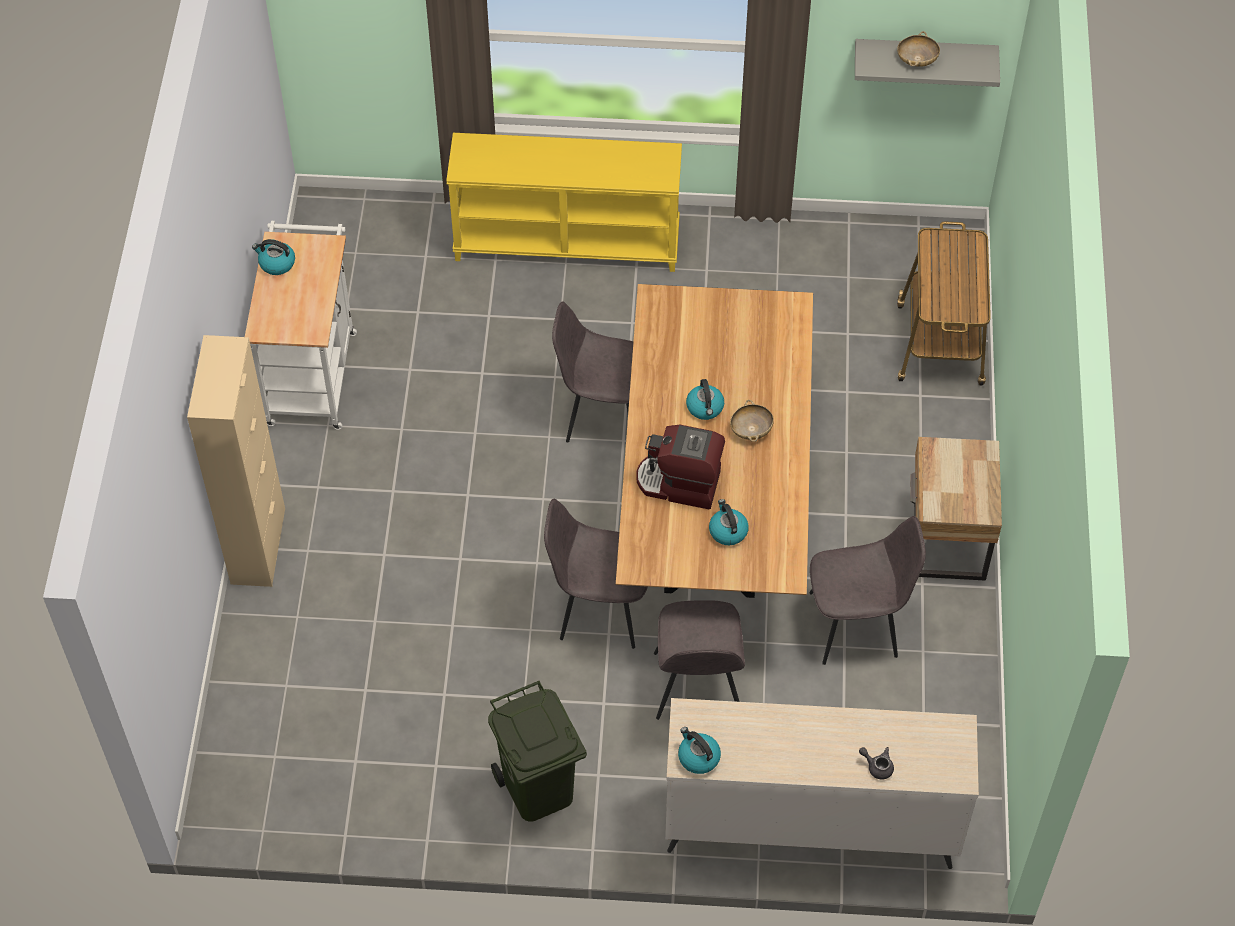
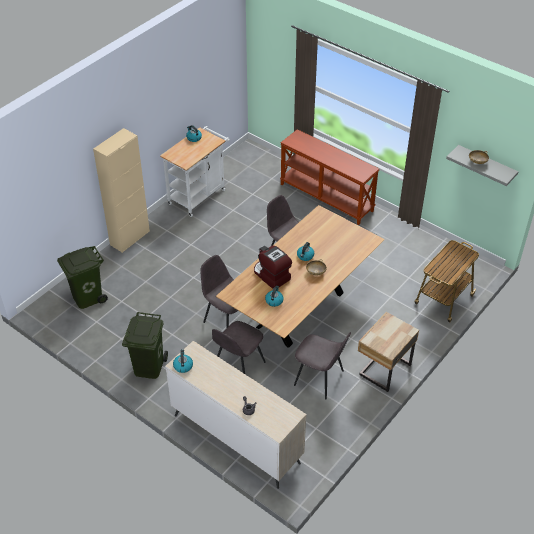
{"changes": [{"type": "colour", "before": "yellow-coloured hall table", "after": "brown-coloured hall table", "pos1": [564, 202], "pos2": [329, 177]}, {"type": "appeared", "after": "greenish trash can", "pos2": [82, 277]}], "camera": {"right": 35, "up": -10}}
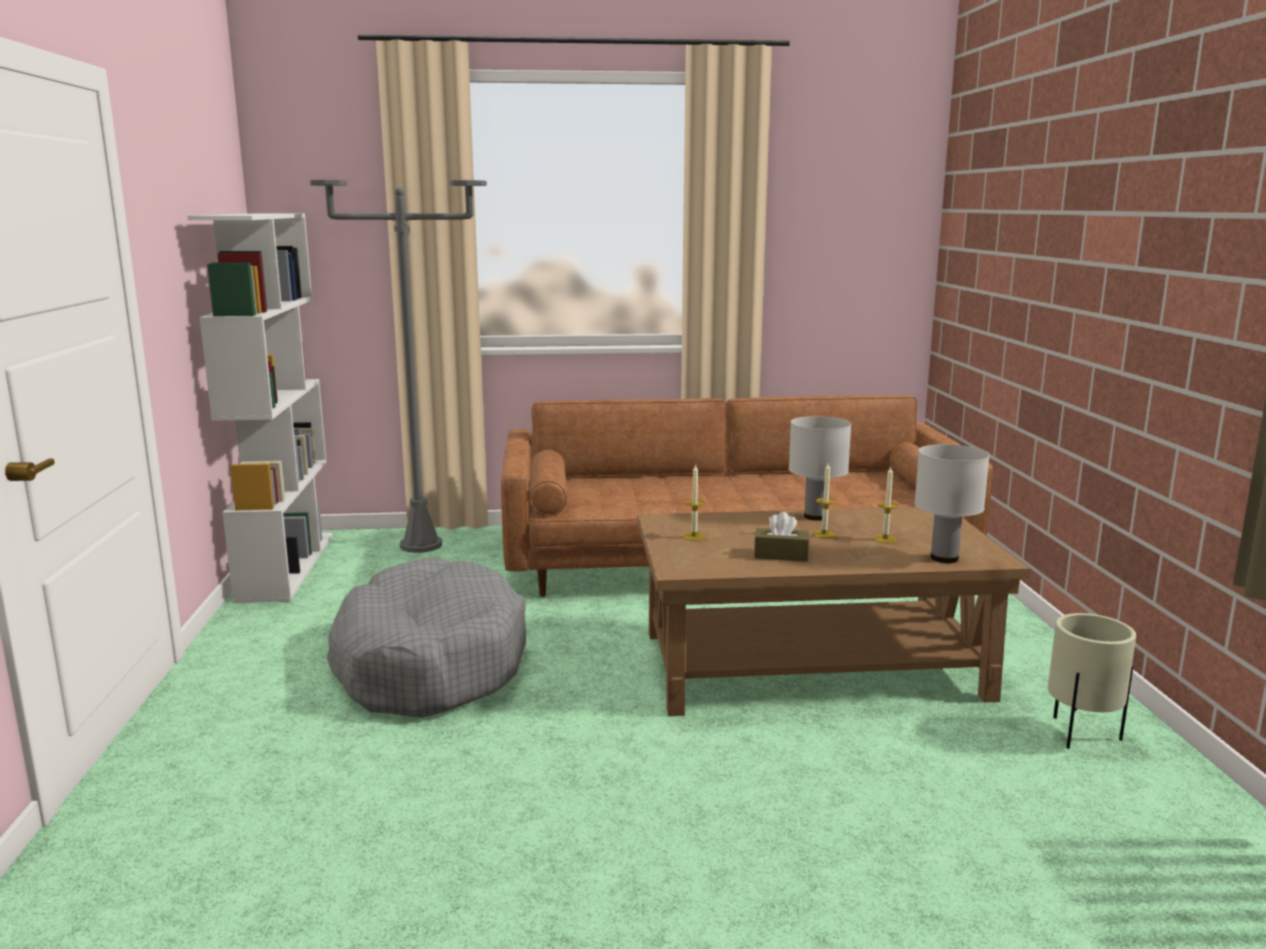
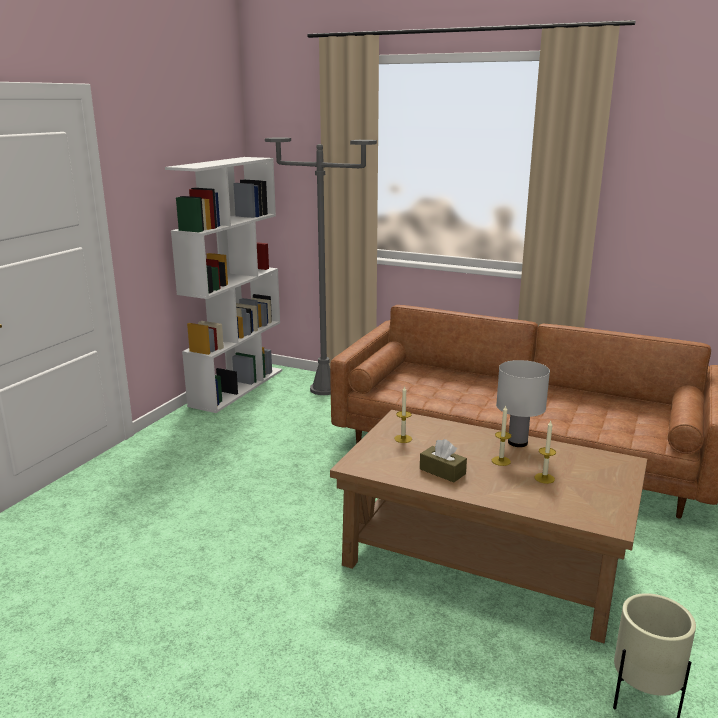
{"changes": [{"type": "missing", "before": "grey pet bed", "pos1": [426, 638]}, {"type": "missing", "before": "whitish lamp for a table", "pos1": [952, 503]}], "camera": {"right": 30, "up": 5}}
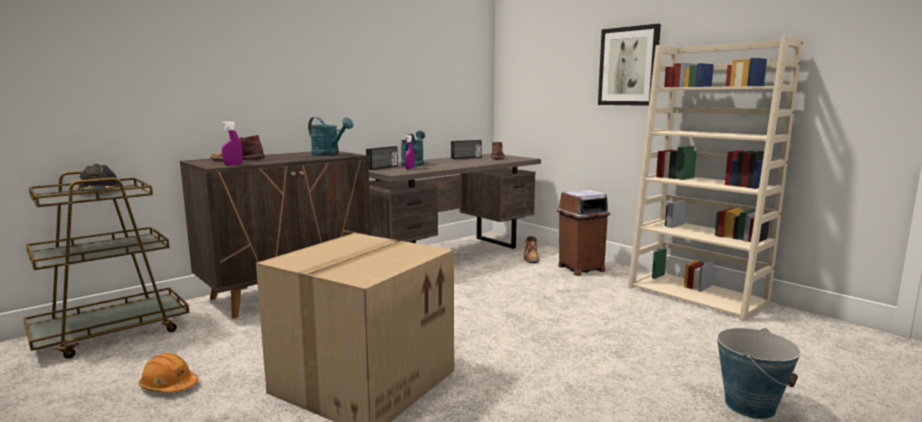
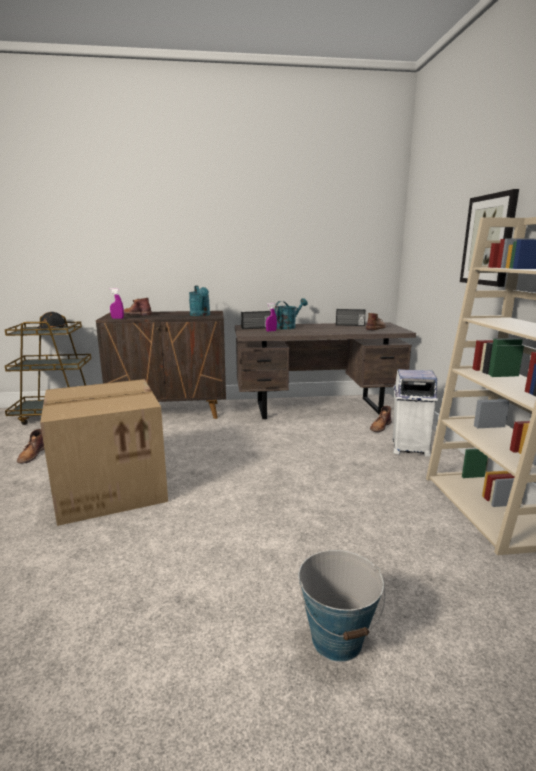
{"changes": [{"type": "exchanged", "before": "orange-coloured safety helmet", "after": "brown-coloured tall boot", "pos1": [169, 373], "pos2": [30, 446]}, {"type": "colour", "before": "brown-coloured trash can", "after": "whitish trash can", "pos1": [583, 232], "pos2": [415, 413]}], "camera": {"right": 35, "up": 5}}
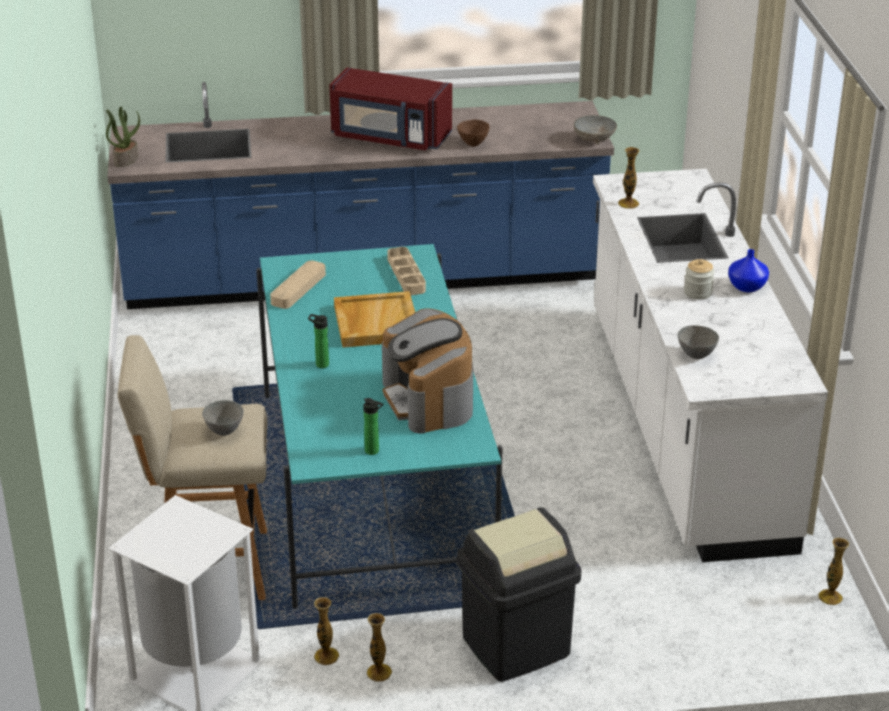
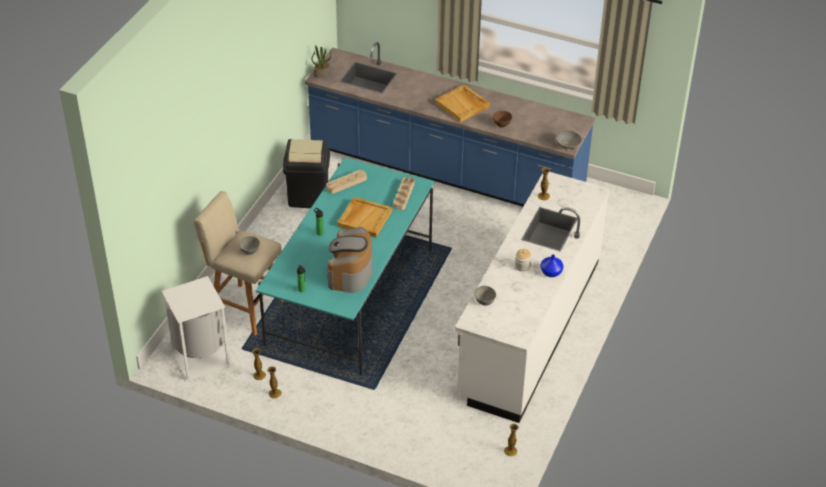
{"changes": [{"type": "exchanged", "before": "red kitchen microwave", "after": "beige carrying tray", "pos1": [390, 109], "pos2": [462, 103]}, {"type": "relocated", "before": "black-coloured trash can", "pos1": [519, 594], "pos2": [306, 173]}], "camera": {"right": 30, "up": 10}}
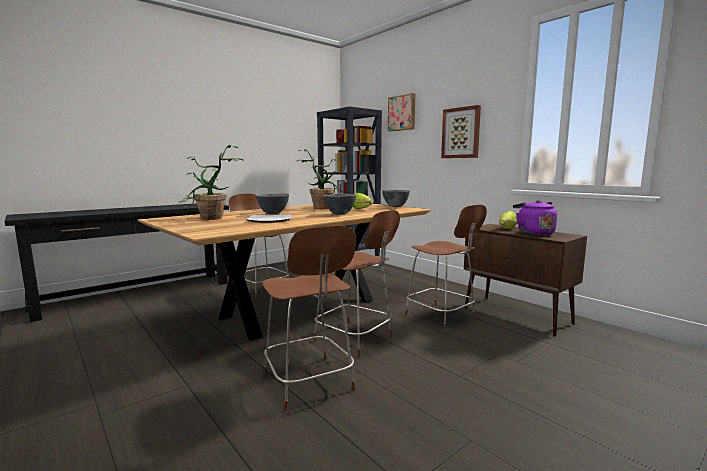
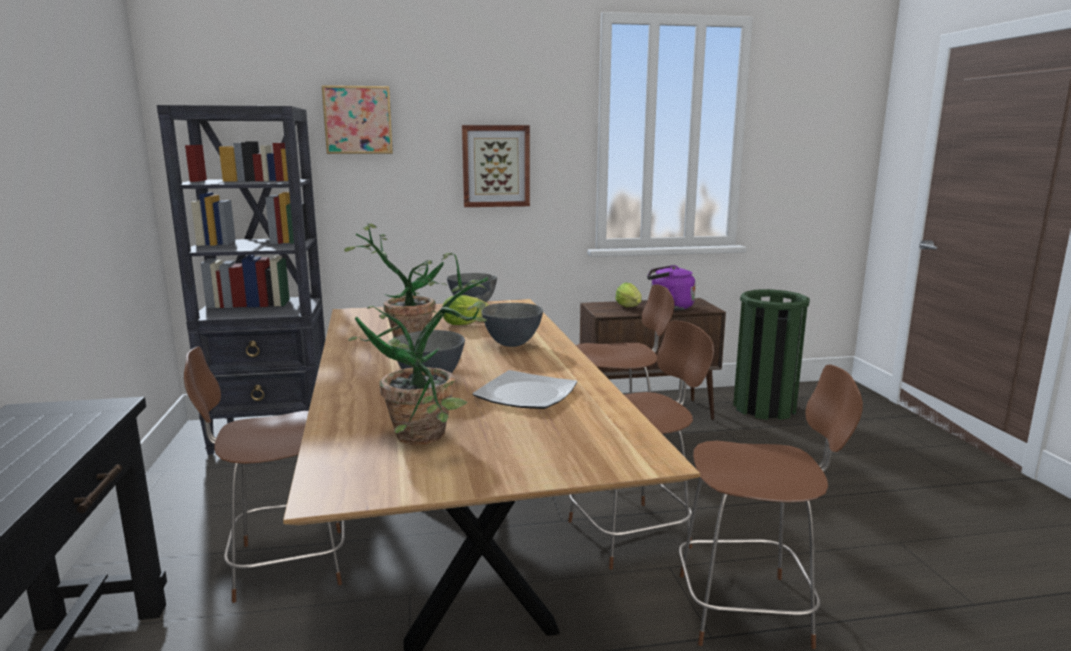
{"changes": [{"type": "appeared", "after": "greenish trash can", "pos2": [771, 354]}], "camera": {"right": -60, "up": 5}}
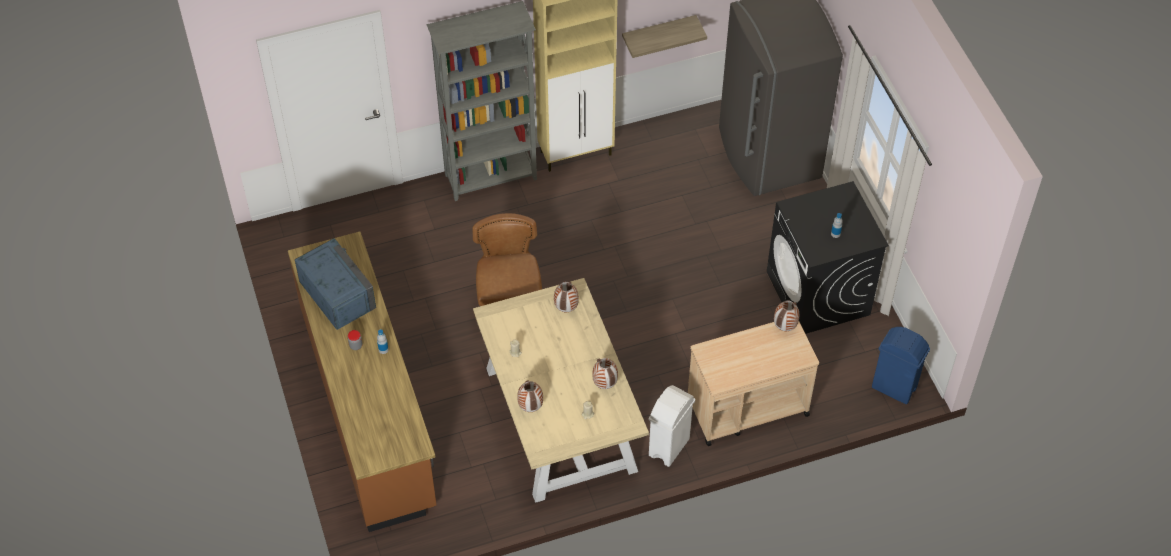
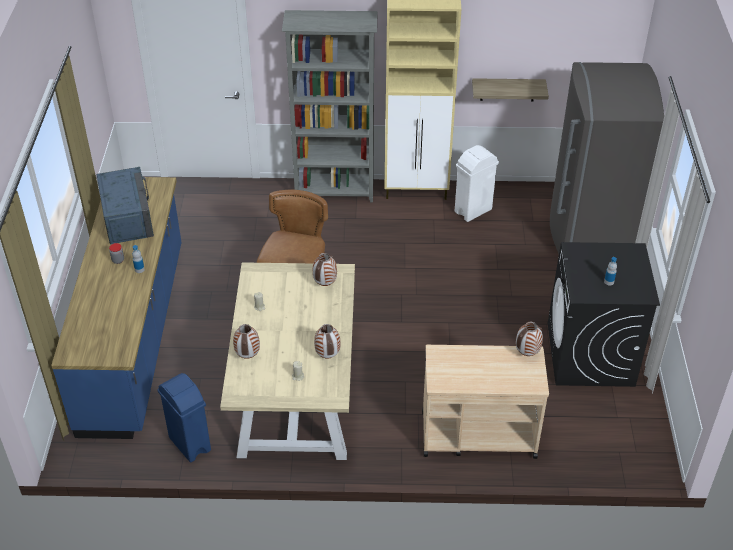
{"changes": [{"type": "colour", "before": "brown-coloured kitchen base unit", "after": "bluish kitchen base unit", "pos1": [362, 382], "pos2": [116, 308]}, {"type": "relocated", "before": "whitish trash can", "pos1": [672, 426], "pos2": [477, 183]}, {"type": "relocated", "before": "bluish trash can", "pos1": [901, 365], "pos2": [184, 418]}], "camera": {"right": 20, "up": -10}}
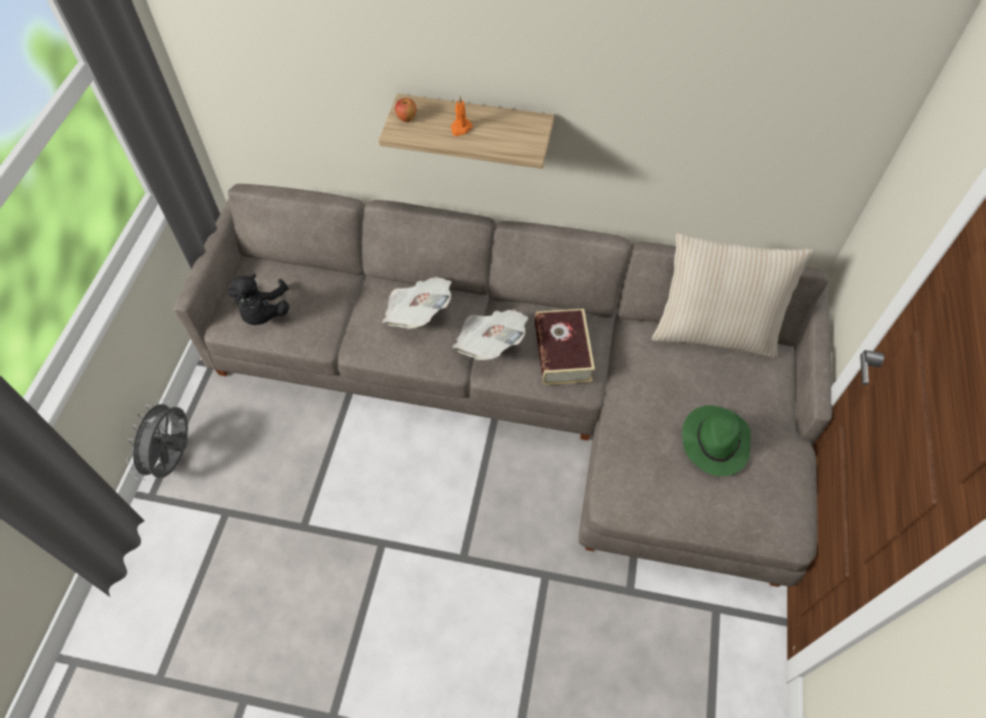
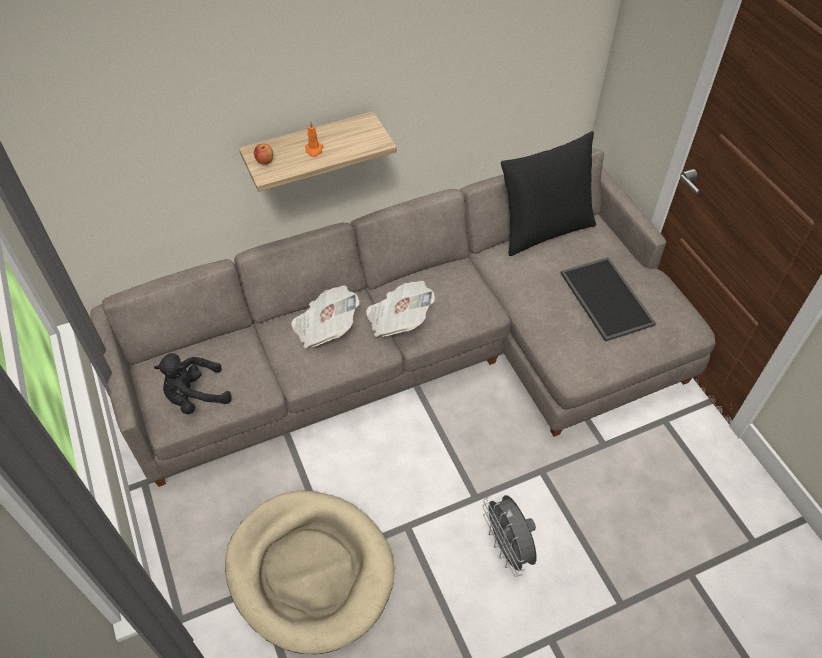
{"changes": [{"type": "relocated", "before": "grey fan", "pos1": [157, 439], "pos2": [510, 536]}, {"type": "spun", "before": "black-coloured soft toy", "pos1": [258, 299], "pos2": [193, 383], "turn": 105}, {"type": "missing", "before": "book", "pos1": [565, 347]}, {"type": "colour", "before": "beige cushion", "after": "black-coloured cushion", "pos1": [732, 295], "pos2": [548, 193]}, {"type": "exchanged", "before": "greenish clothing hat", "after": "carrying tray", "pos1": [716, 440], "pos2": [608, 299]}, {"type": "appeared", "after": "beige pet bed", "pos2": [310, 572]}], "camera": {"right": -35, "up": -5}}
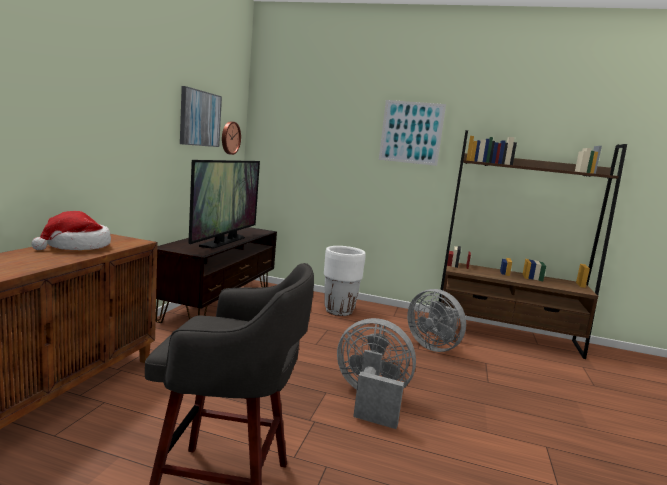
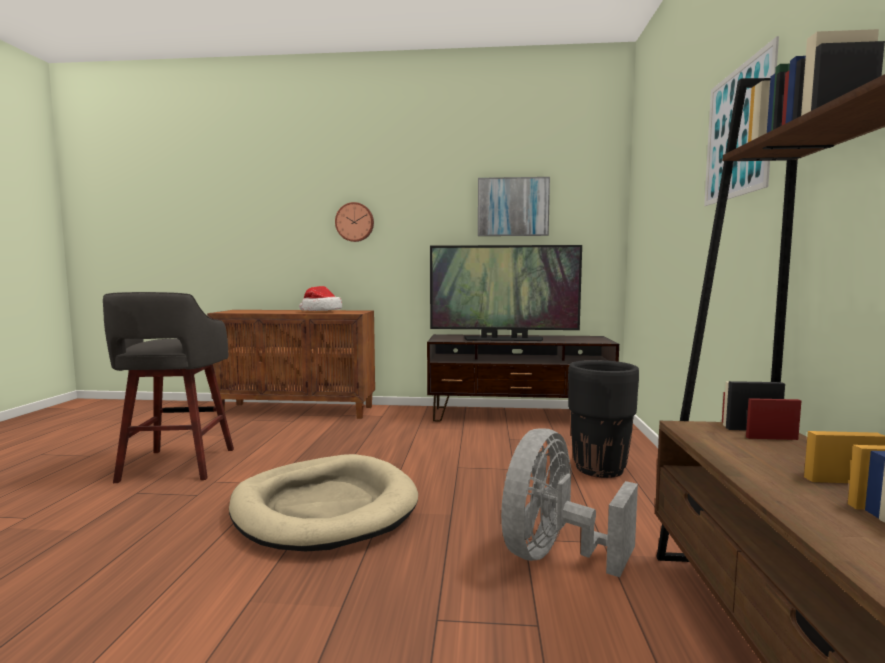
{"changes": [{"type": "relocated", "before": "wall clock", "pos1": [231, 138], "pos2": [354, 222]}, {"type": "colour", "before": "whitish flower pot", "after": "black-coloured flower pot", "pos1": [345, 281], "pos2": [603, 419]}, {"type": "exchanged", "before": "grey fan", "after": "beige pet bed", "pos1": [376, 373], "pos2": [323, 502]}], "camera": {"right": 80, "up": -5}}
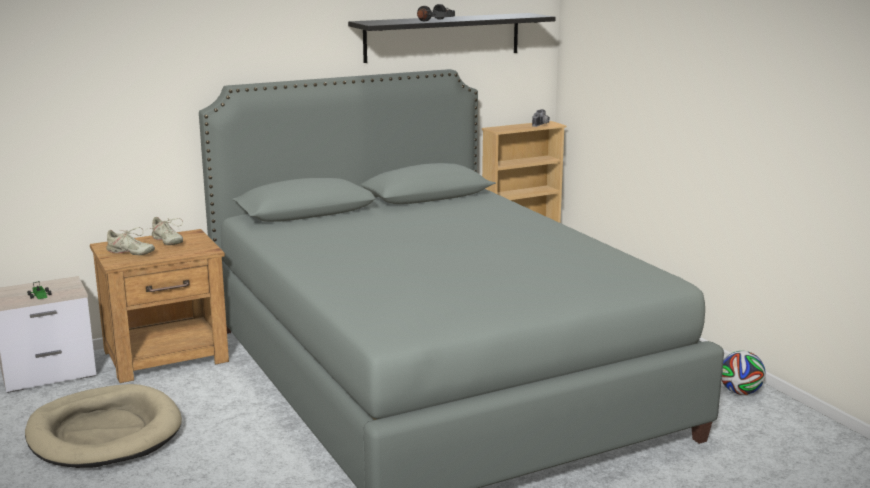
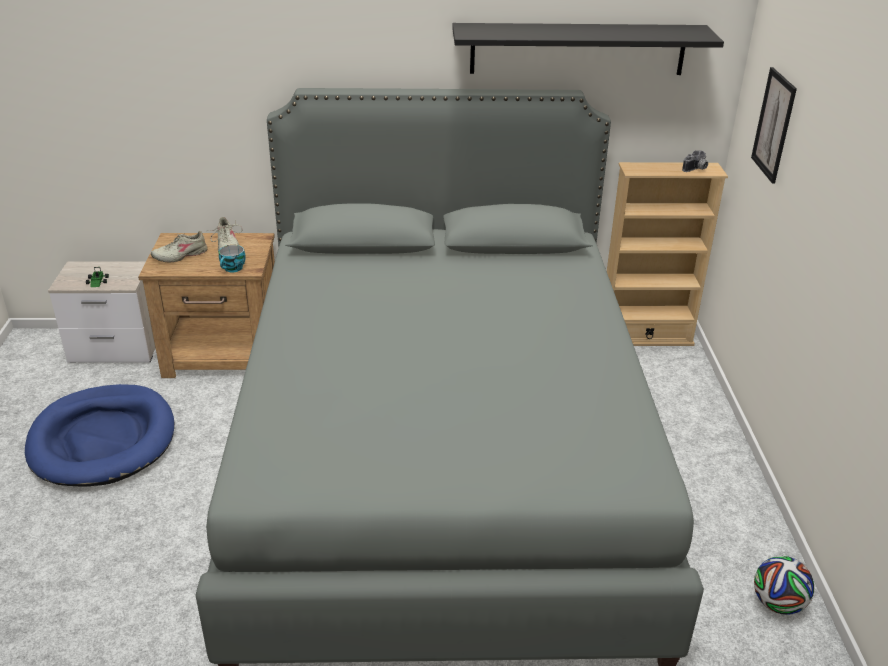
{"changes": [{"type": "colour", "before": "beige pet bed", "after": "bluish pet bed", "pos1": [103, 426], "pos2": [99, 435]}, {"type": "spun", "before": "beige shoe", "pos1": [130, 241], "pos2": [179, 246], "turn": 105}, {"type": "missing", "before": "black-coloured headset", "pos1": [436, 12]}, {"type": "appeared", "after": "cup", "pos2": [232, 258]}, {"type": "appeared", "after": "picture", "pos2": [774, 125]}], "camera": {"right": 25, "up": 15}}
